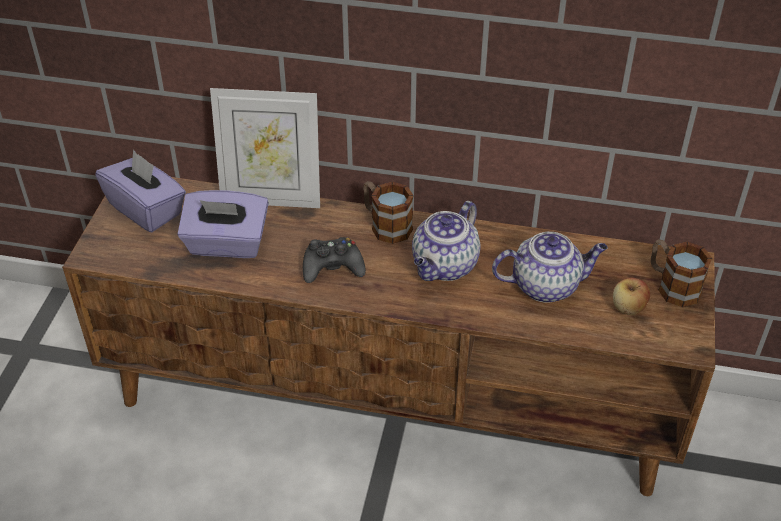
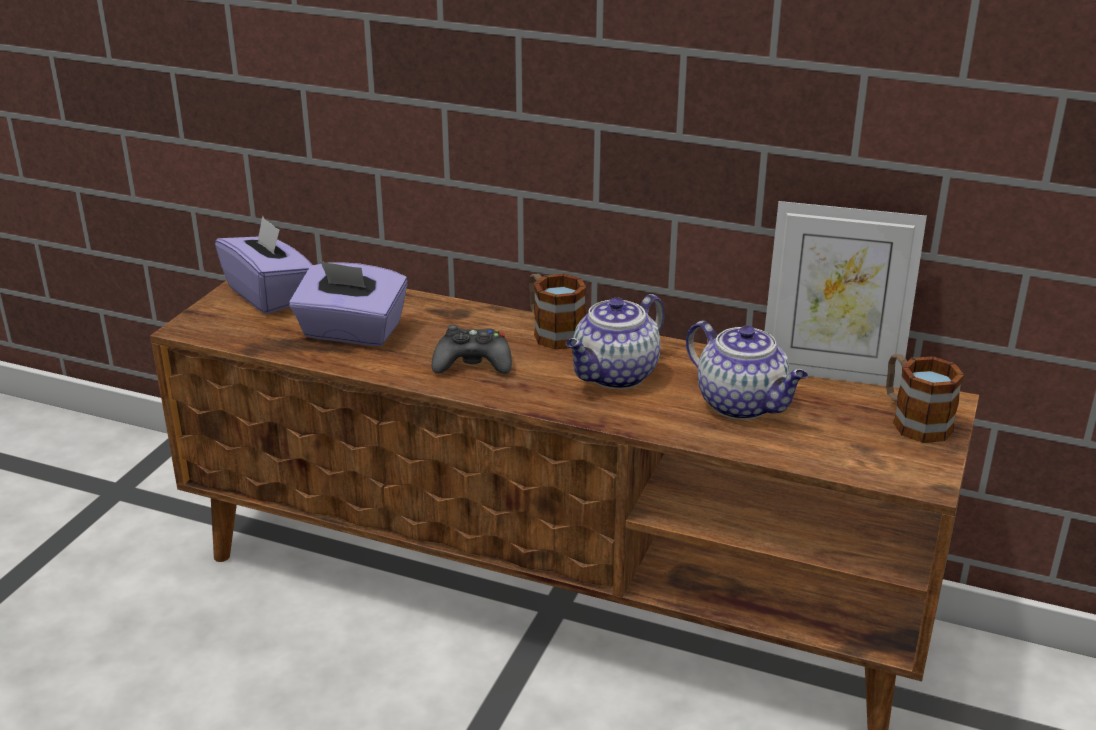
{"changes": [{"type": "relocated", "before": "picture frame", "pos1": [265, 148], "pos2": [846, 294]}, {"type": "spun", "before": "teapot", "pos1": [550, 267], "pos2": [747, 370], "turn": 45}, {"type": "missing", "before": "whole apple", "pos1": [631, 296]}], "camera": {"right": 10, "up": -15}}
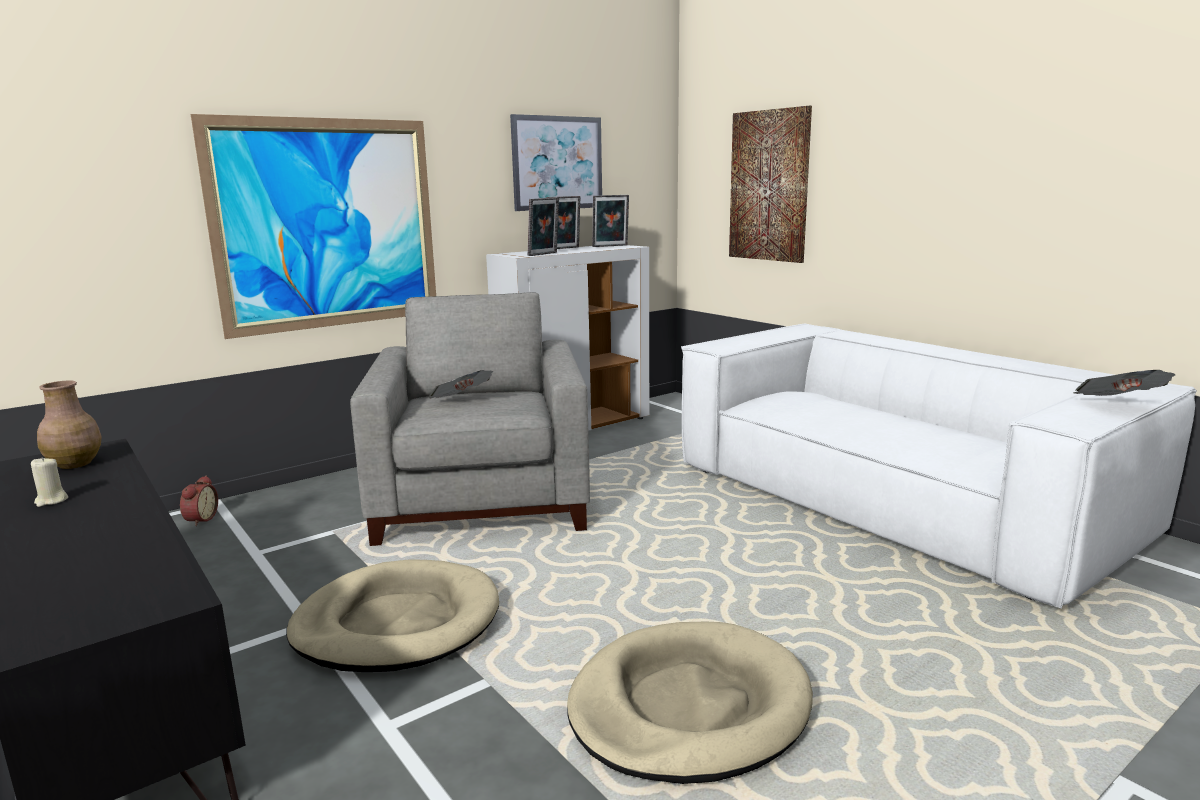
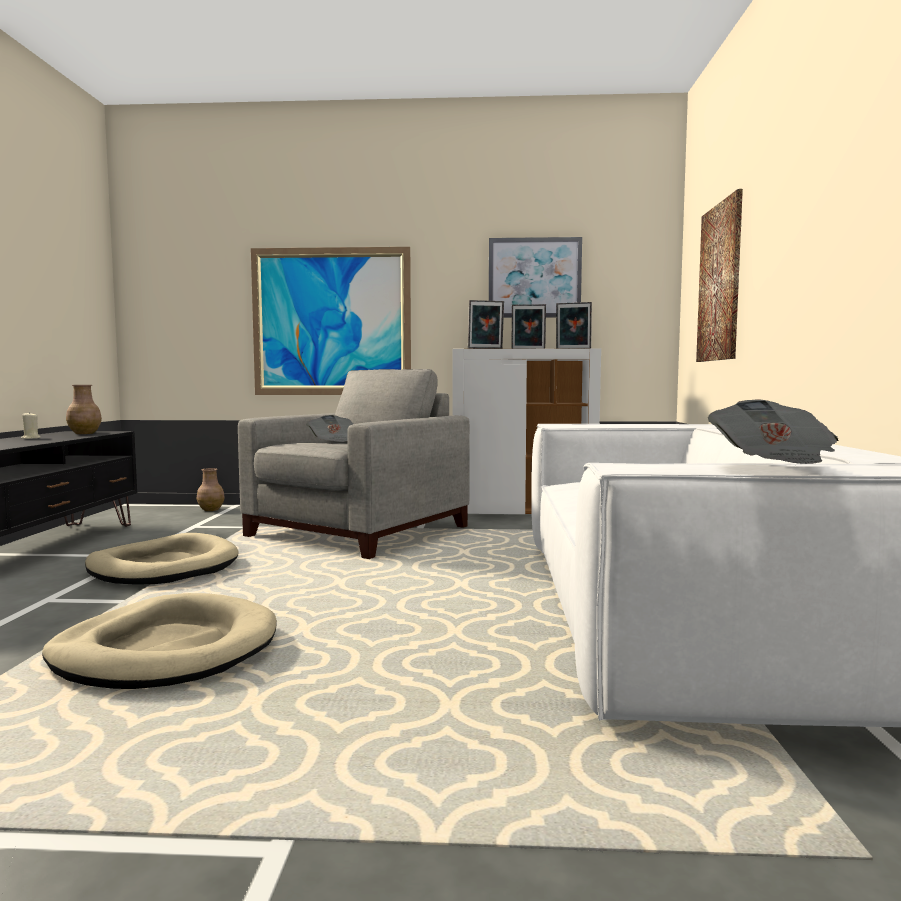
{"changes": [{"type": "exchanged", "before": "table clock", "after": "brown-coloured vase", "pos1": [199, 500], "pos2": [211, 489]}], "camera": {"right": 40, "up": -10}}
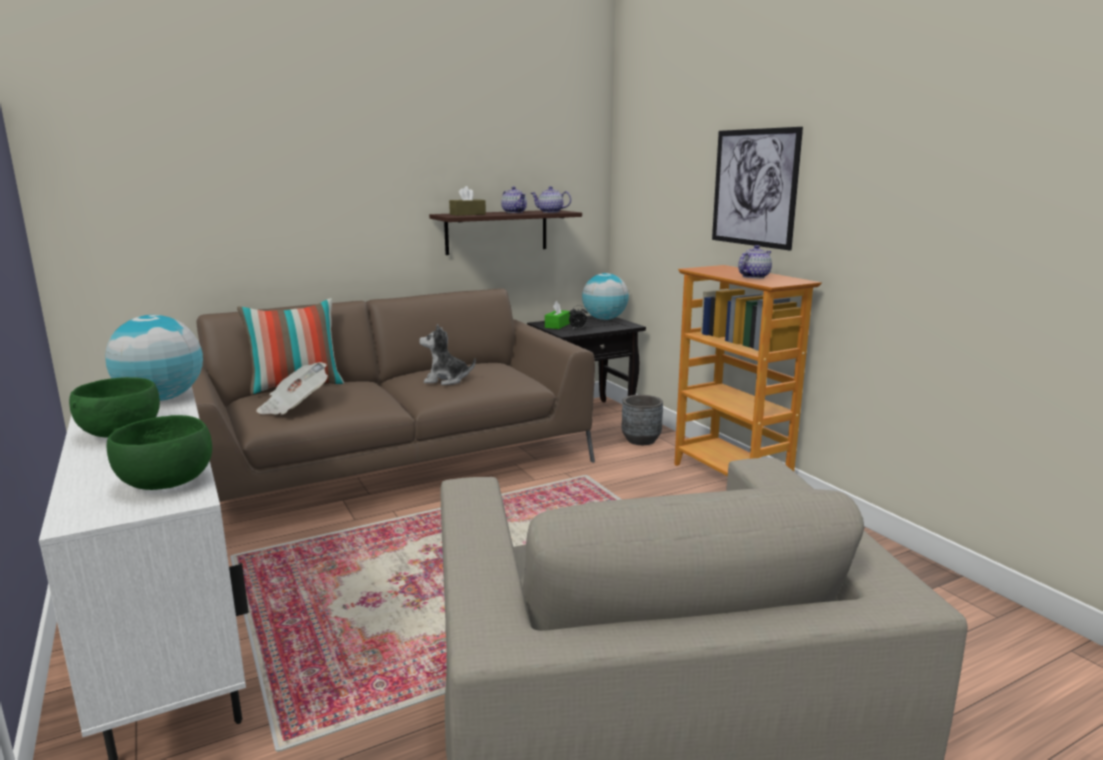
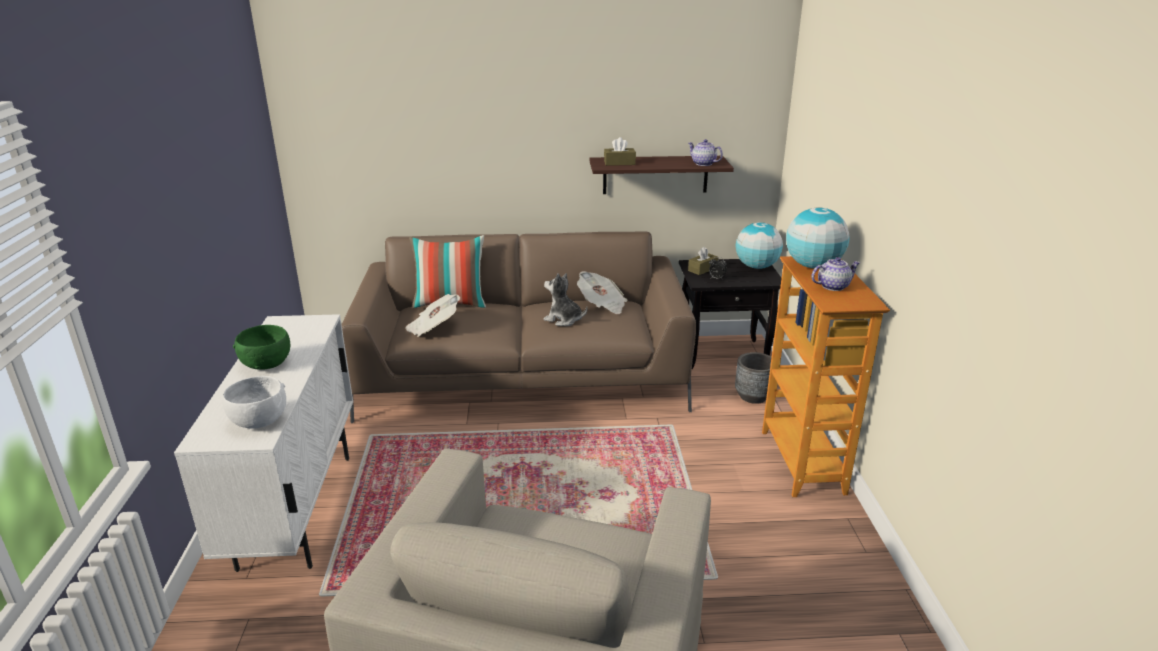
{"changes": [{"type": "relocated", "before": "desk globe", "pos1": [154, 358], "pos2": [818, 238]}, {"type": "colour", "before": "greenish bowl", "after": "whitish bowl", "pos1": [159, 452], "pos2": [254, 402]}, {"type": "missing", "before": "teapot", "pos1": [514, 199]}, {"type": "colour", "before": "greenish tissue box", "after": "brown-coloured tissue box", "pos1": [557, 315], "pos2": [703, 261]}, {"type": "missing", "before": "picture", "pos1": [757, 189]}, {"type": "appeared", "after": "printed paper", "pos2": [602, 292]}], "camera": {"right": 25, "up": 10}}
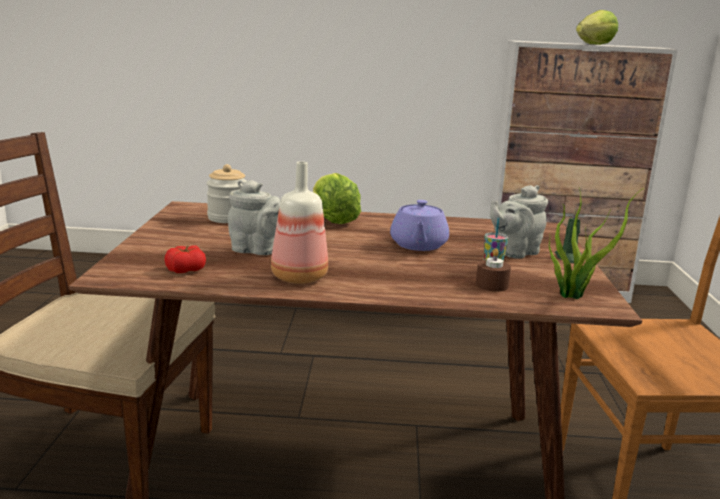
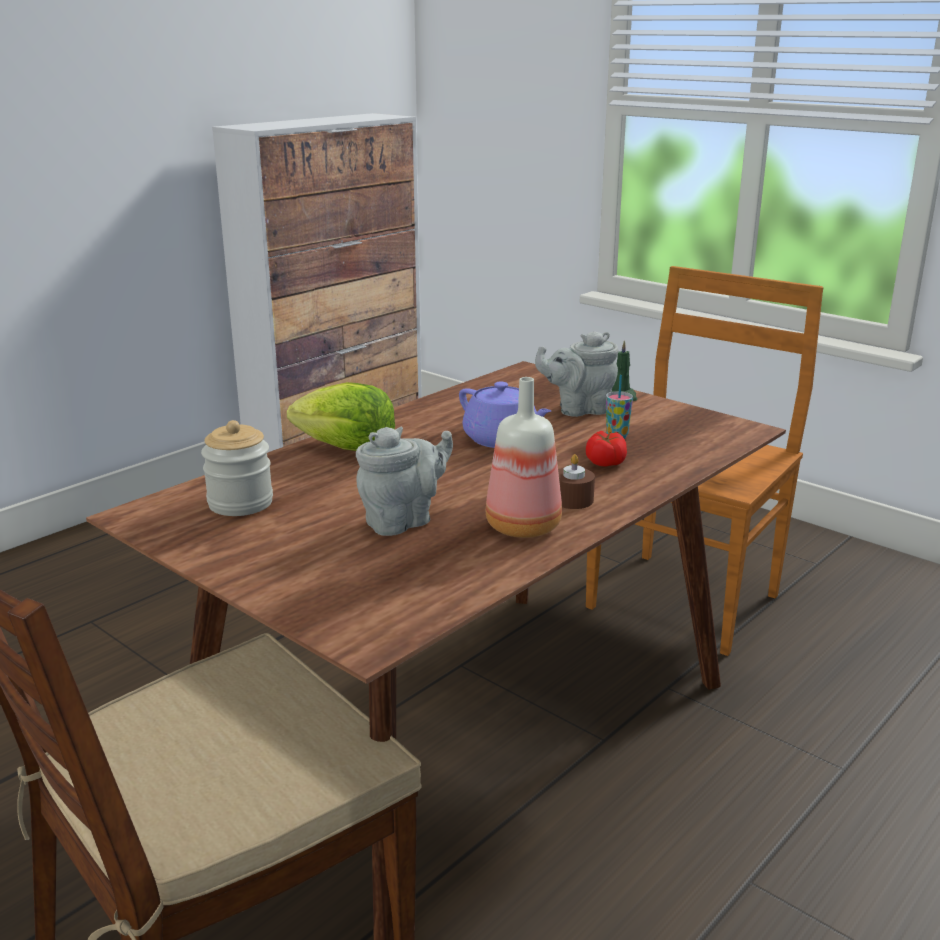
{"changes": [{"type": "relocated", "before": "tomato", "pos1": [185, 259], "pos2": [606, 449]}, {"type": "relocated", "before": "brown-coloured candle", "pos1": [493, 270], "pos2": [576, 481]}, {"type": "spun", "before": "grey teapot", "pos1": [519, 222], "pos2": [577, 374], "turn": 75}, {"type": "missing", "before": "potted plant", "pos1": [596, 243]}, {"type": "missing", "before": "lettuce head", "pos1": [597, 27]}], "camera": {"right": -50, "up": 5}}
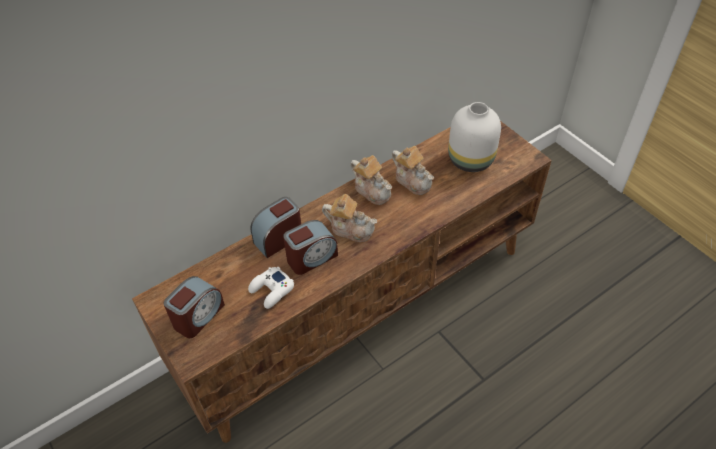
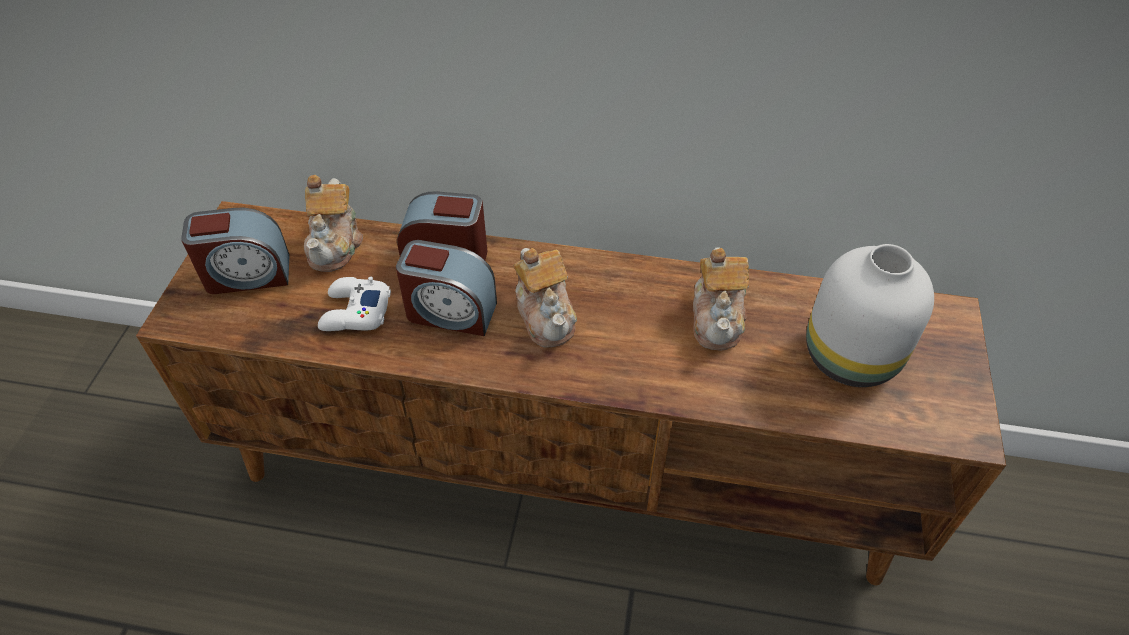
{"changes": [{"type": "relocated", "before": "teapot", "pos1": [371, 180], "pos2": [333, 223]}], "camera": {"right": 45, "up": 0}}
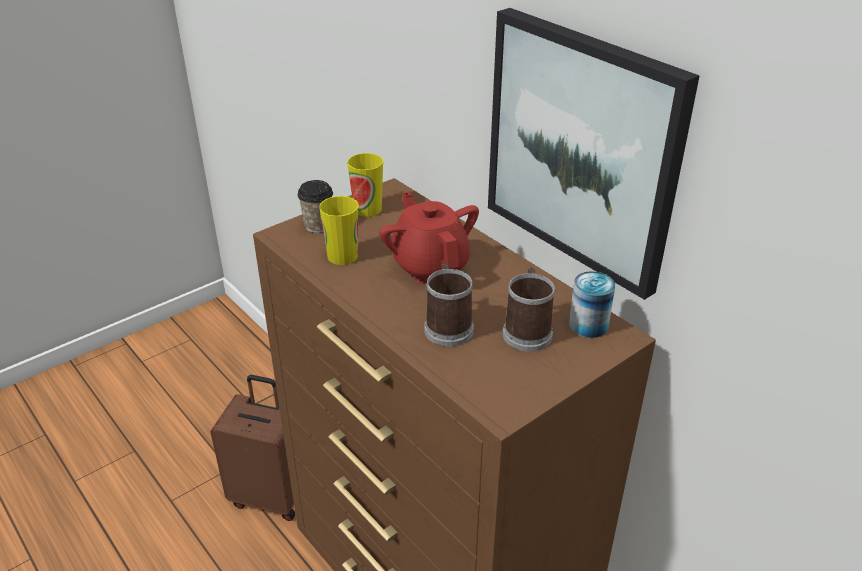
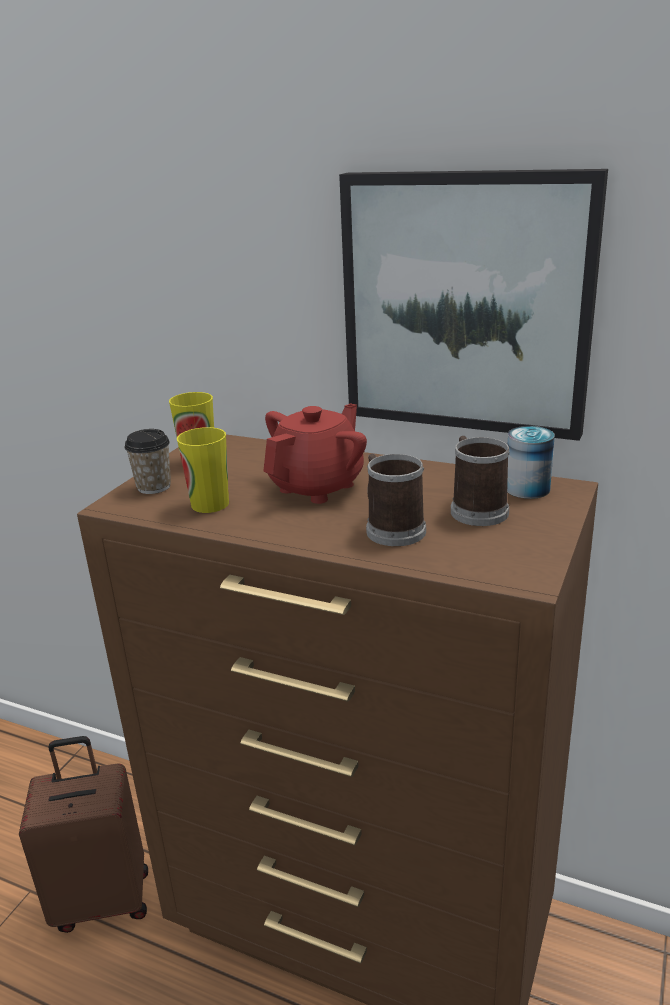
{"changes": [{"type": "spun", "before": "red teapot", "pos1": [429, 238], "pos2": [315, 453], "turn": 90}], "camera": {"right": -25, "up": -10}}
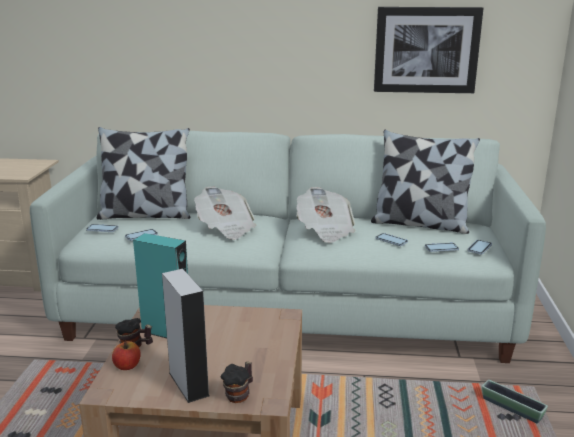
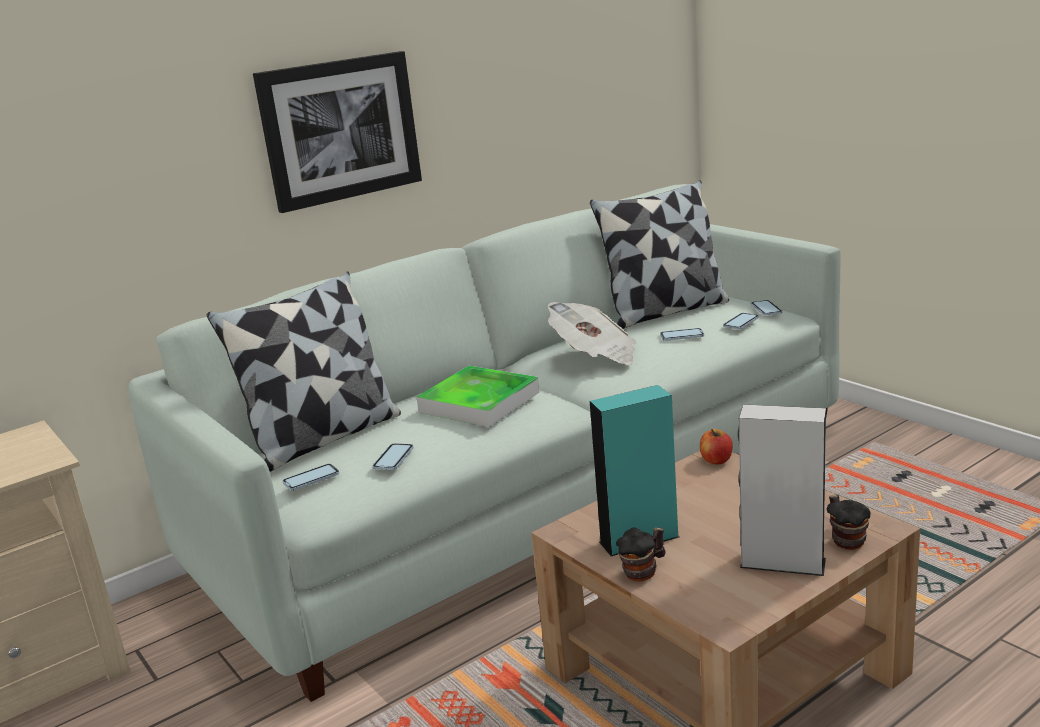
{"changes": [{"type": "relocated", "before": "whole apple", "pos1": [126, 355], "pos2": [716, 446]}, {"type": "exchanged", "before": "printed paper", "after": "carrying tray", "pos1": [225, 213], "pos2": [477, 396]}, {"type": "relocated", "before": "picture", "pos1": [429, 50], "pos2": [337, 132]}, {"type": "missing", "before": "flower pot", "pos1": [515, 401]}], "camera": {"right": -40, "up": 0}}
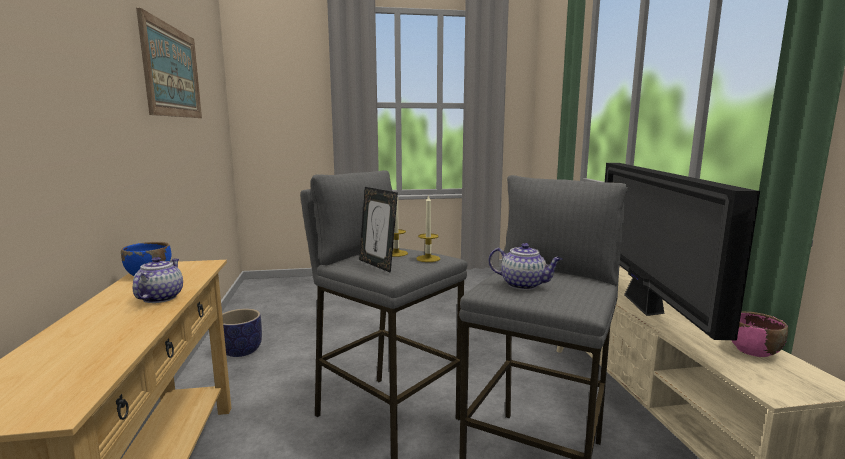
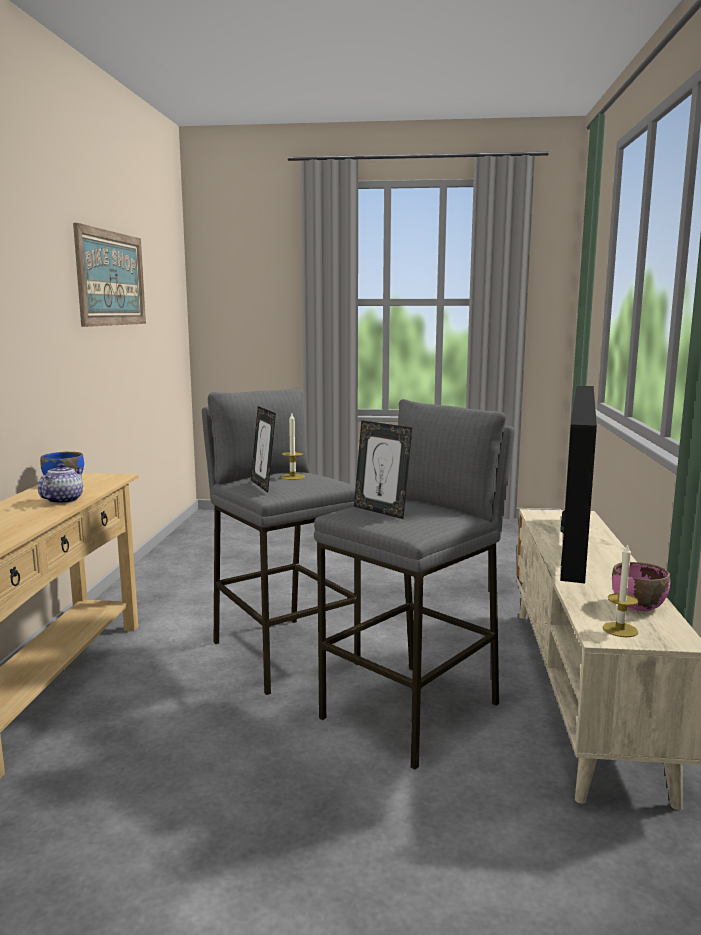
{"changes": [{"type": "missing", "before": "flower pot", "pos1": [242, 333]}, {"type": "relocated", "before": "candle", "pos1": [428, 228], "pos2": [621, 591]}, {"type": "exchanged", "before": "teapot", "after": "picture frame", "pos1": [525, 266], "pos2": [383, 469]}], "camera": {"right": 15, "up": 0}}
